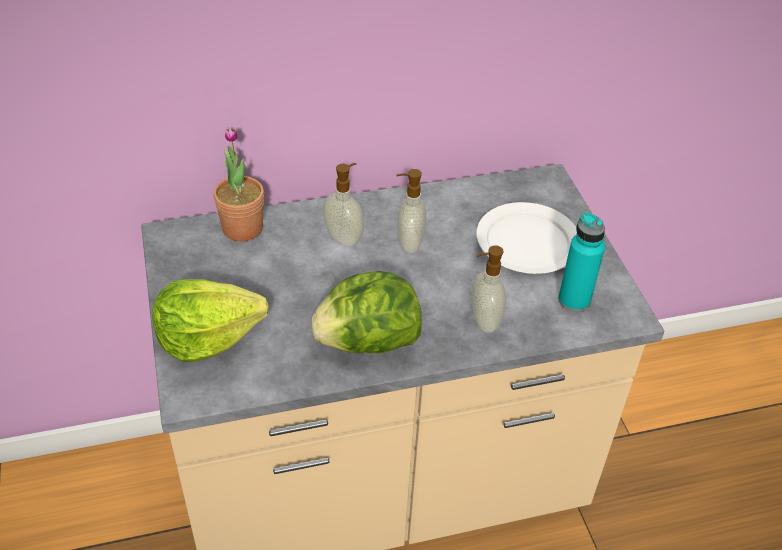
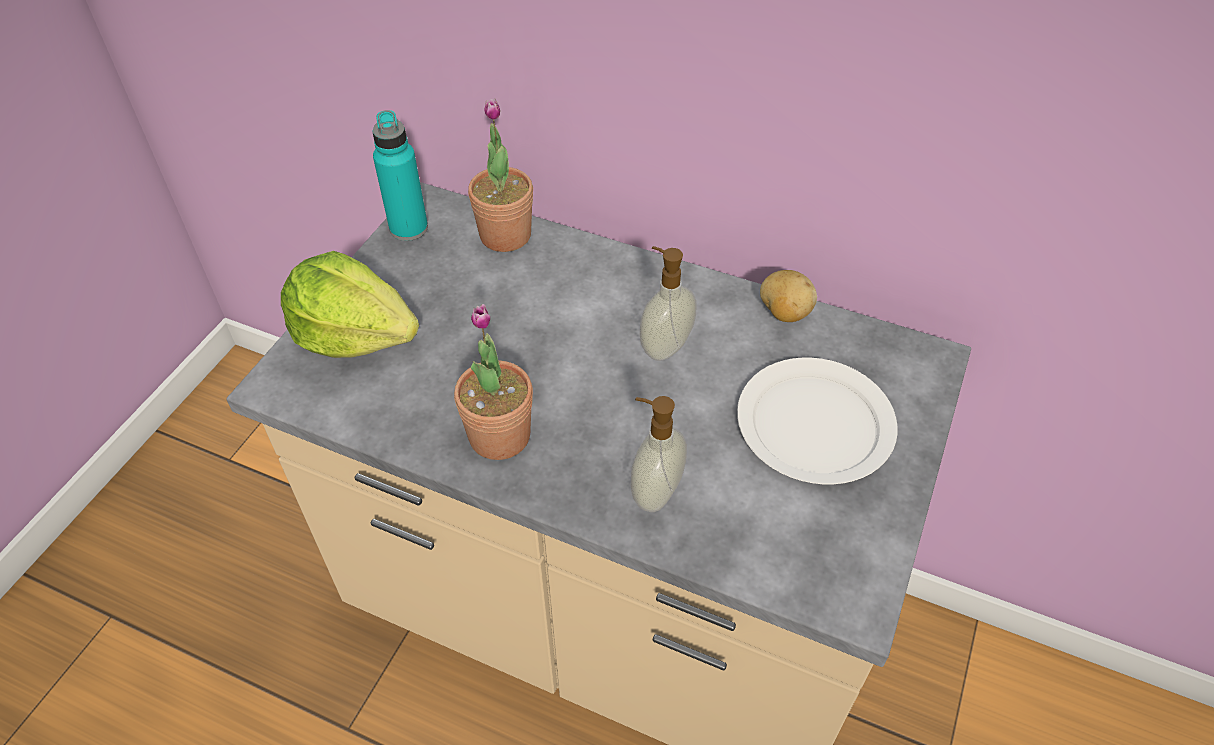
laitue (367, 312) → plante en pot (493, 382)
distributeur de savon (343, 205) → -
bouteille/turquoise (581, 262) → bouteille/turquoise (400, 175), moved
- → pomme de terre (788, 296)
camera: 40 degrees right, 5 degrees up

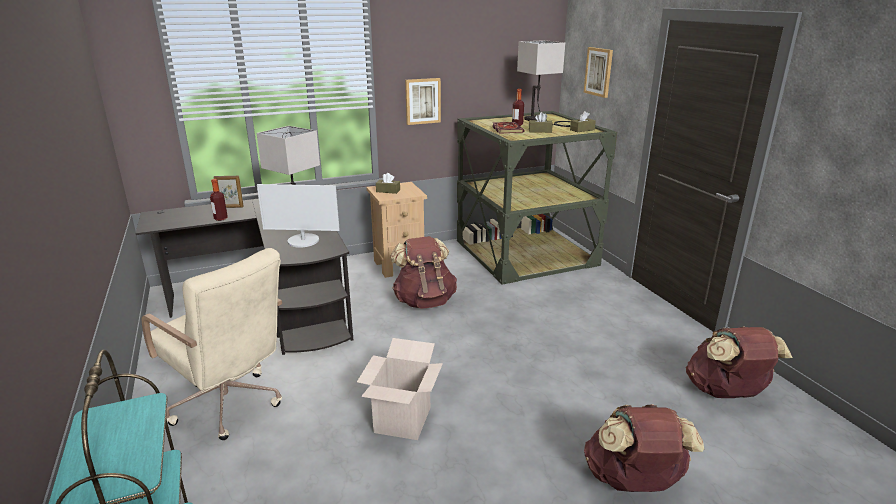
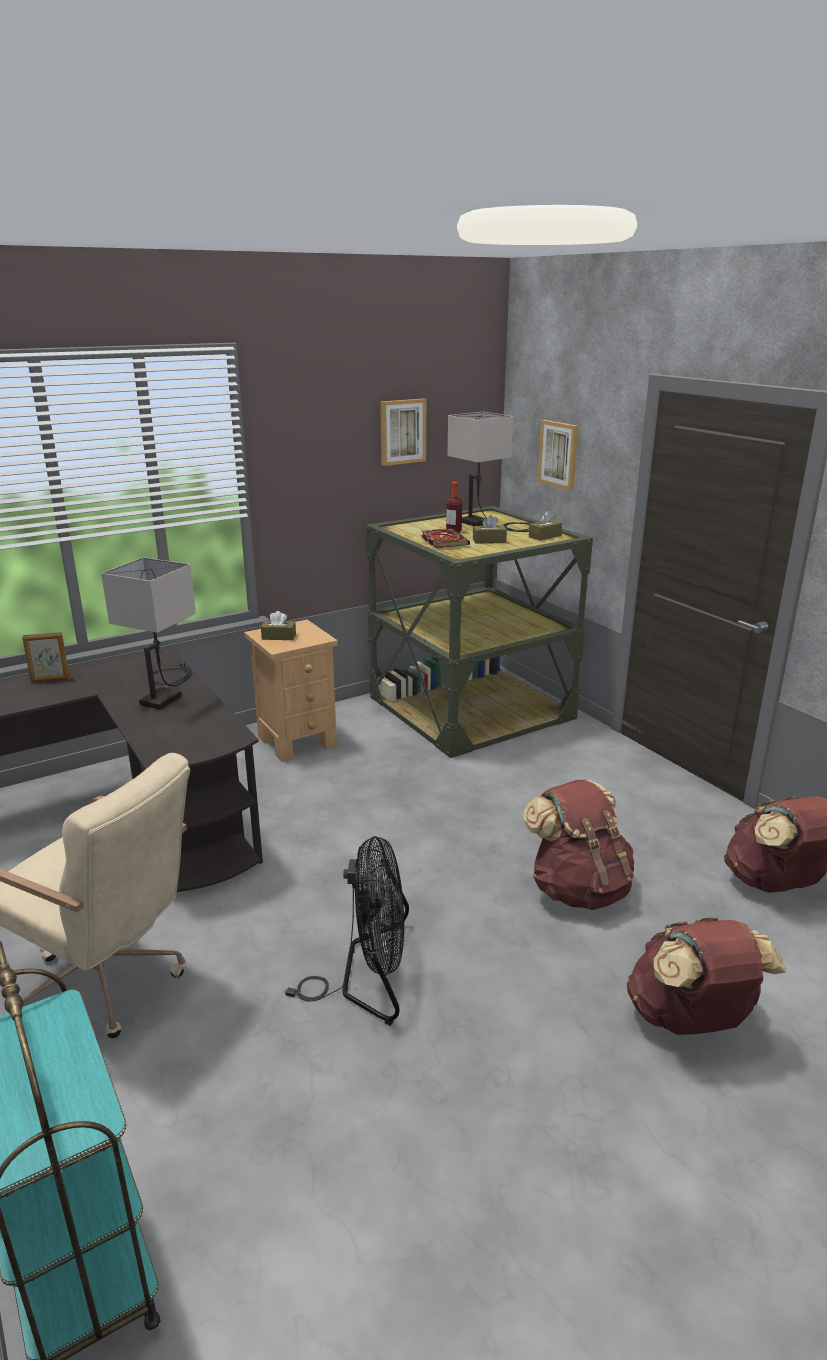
bouteille (219, 200) → -
écran d'ordinateur (298, 216) → -
carton (400, 389) → ventilateur/noir (346, 931)
sac à dos/marron (424, 272) → sac à dos/marron (578, 845), moved
tableau (423, 101) → tableau (403, 432), moved
camera: 10 degrees left, 0 degrees up

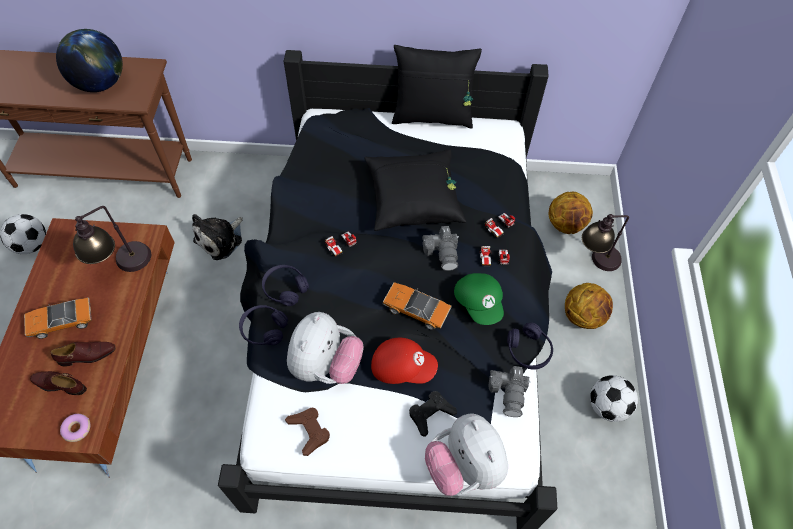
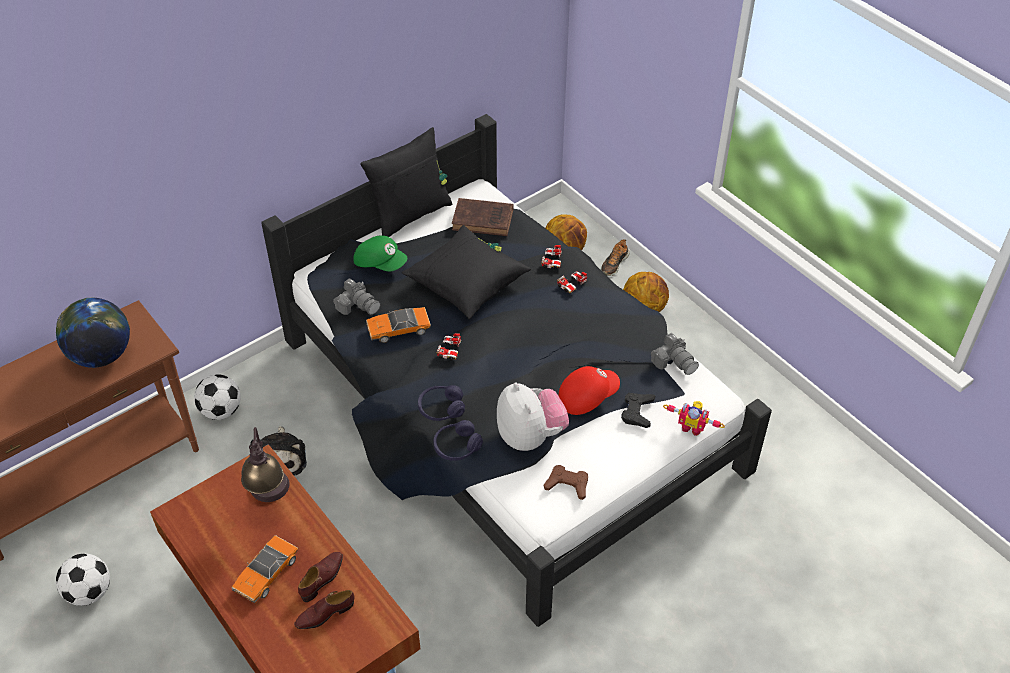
beignet (75, 428) → -
petite voiture (417, 306) → petite voiture (398, 325), moved
appareil photo (440, 248) → appareil photo (356, 296), moved
peluche (466, 455) → robot jouet (694, 418)
casquette/vert (479, 299) → casquette/vert (380, 253), moved
casque audio/violet (530, 346) → -
lampe de table (605, 242) → chaussure (615, 257)
ballon de foot (614, 398) → ballon de foot (217, 397), moved
- → livre/marron (483, 217)
camera: 40 degrees left, 10 degrees down

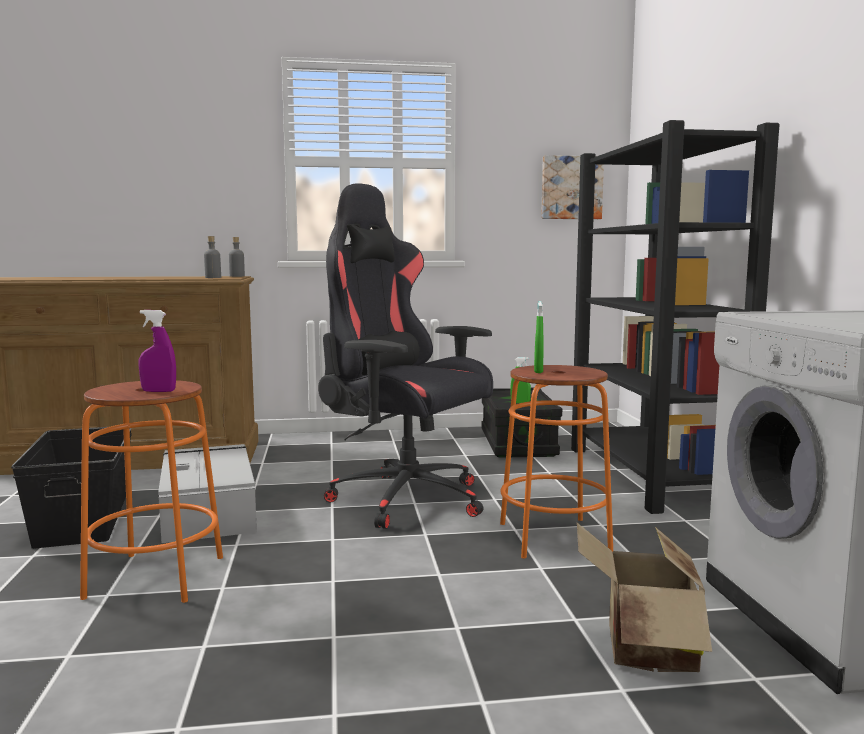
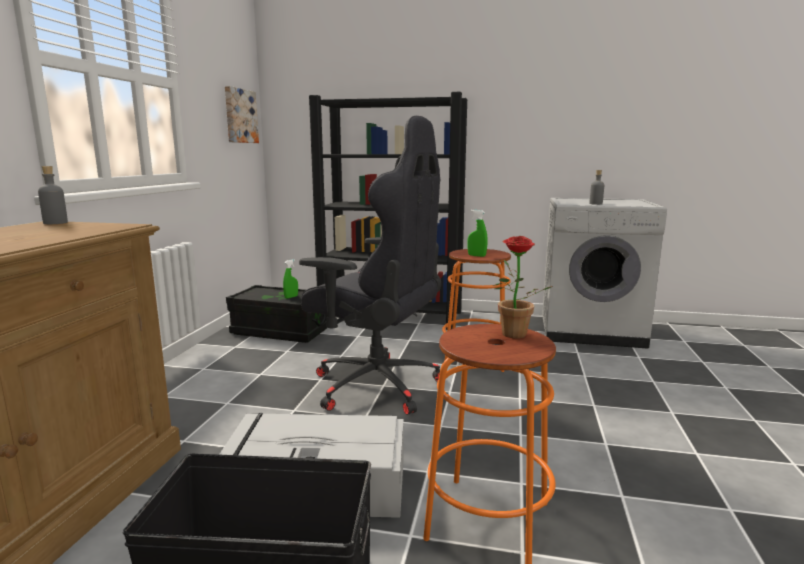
vaporisateur/violet (157, 351) → plante en pot (523, 287)
bouteille/gris (212, 257) → bouteille/gris (596, 187), moved
chaise de bureau/noir (405, 356) → chaise de bureau/noir (370, 265), 120 degrees counterclockwise
carton (644, 597) → -
camera: 70 degrees left, 5 degrees up

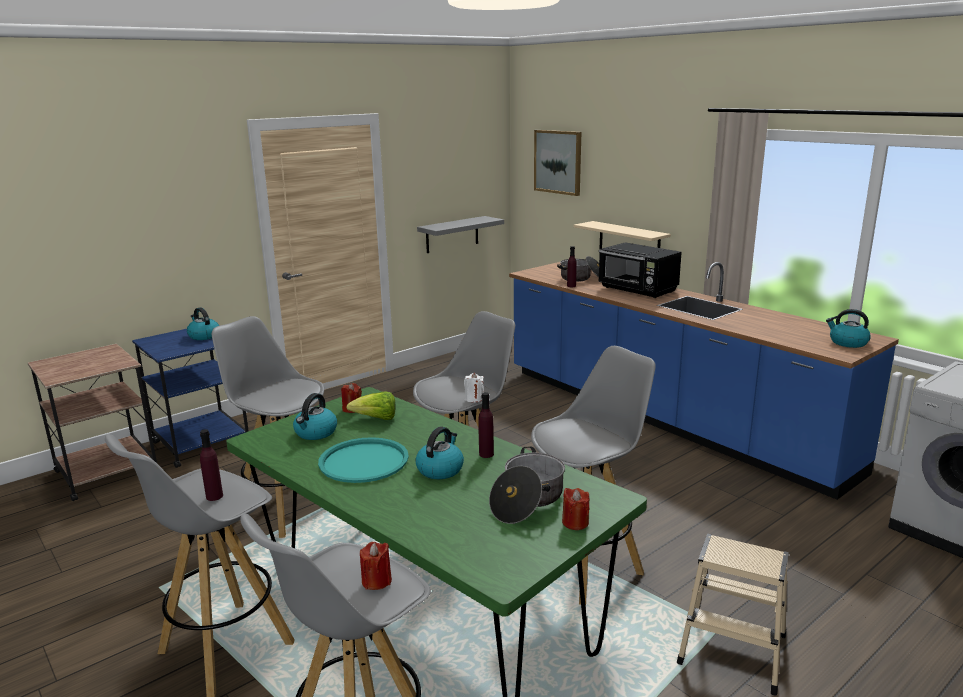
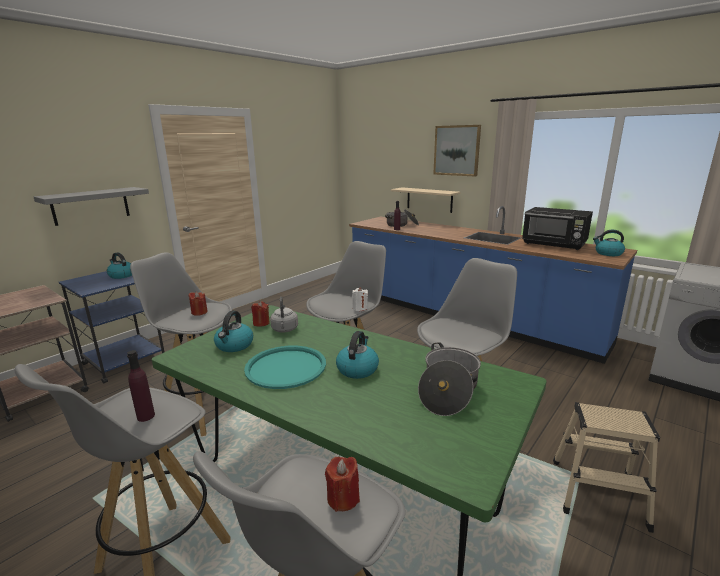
laitue (371, 405) → bouilloire/gris (284, 314)
étagère/gris (460, 234) → étagère/gris (91, 206), moved
bouteille/violet (486, 425) → -
tableau (557, 163) → tableau (457, 151), moved
bougie/rouge (576, 509) → bougie/rouge (198, 304), moved
micro-ondes/noir (640, 270) → micro-ondes/noir (557, 228), moved
camera: 10 degrees left, 0 degrees up

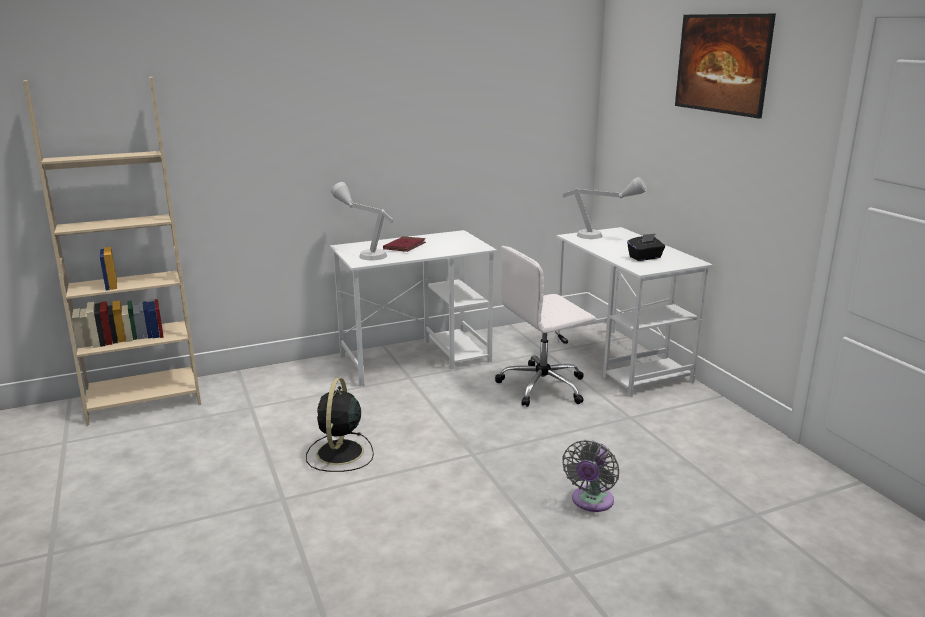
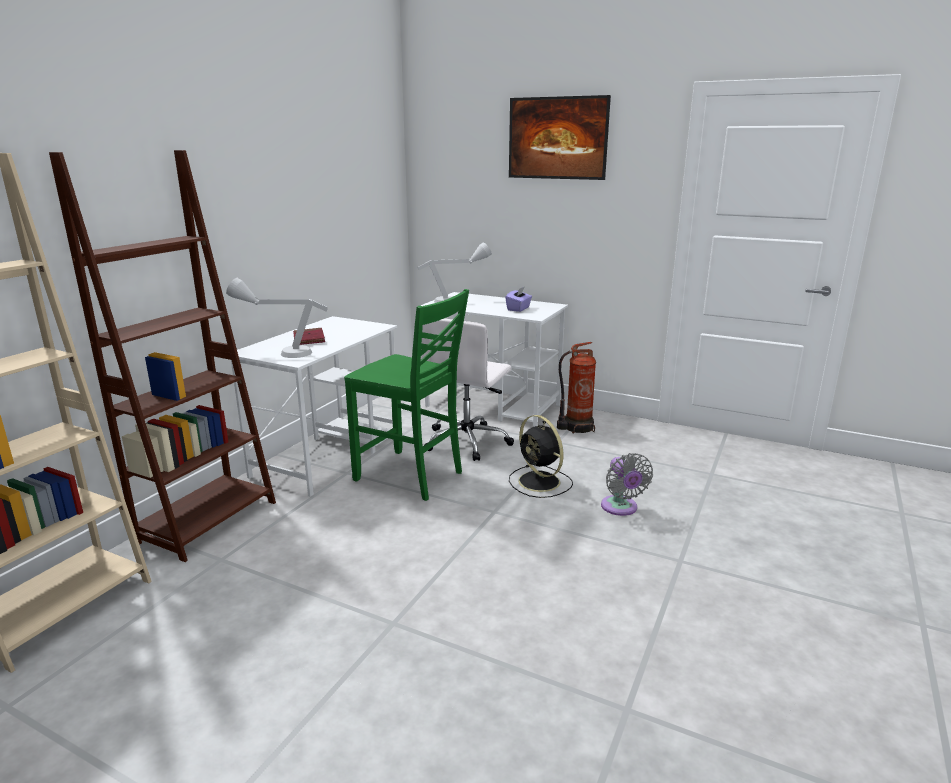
ventilateur/noir (340, 425) → ventilateur/noir (541, 456), moved
boîte à mouchoirs/noir (646, 247) → boîte à mouchoirs/violet (518, 299)
- → bibliothèque/marron (162, 356)
- → chaise/vert (406, 395)
- → extincteur (576, 388)
camera: 40 degrees left, 0 degrees up

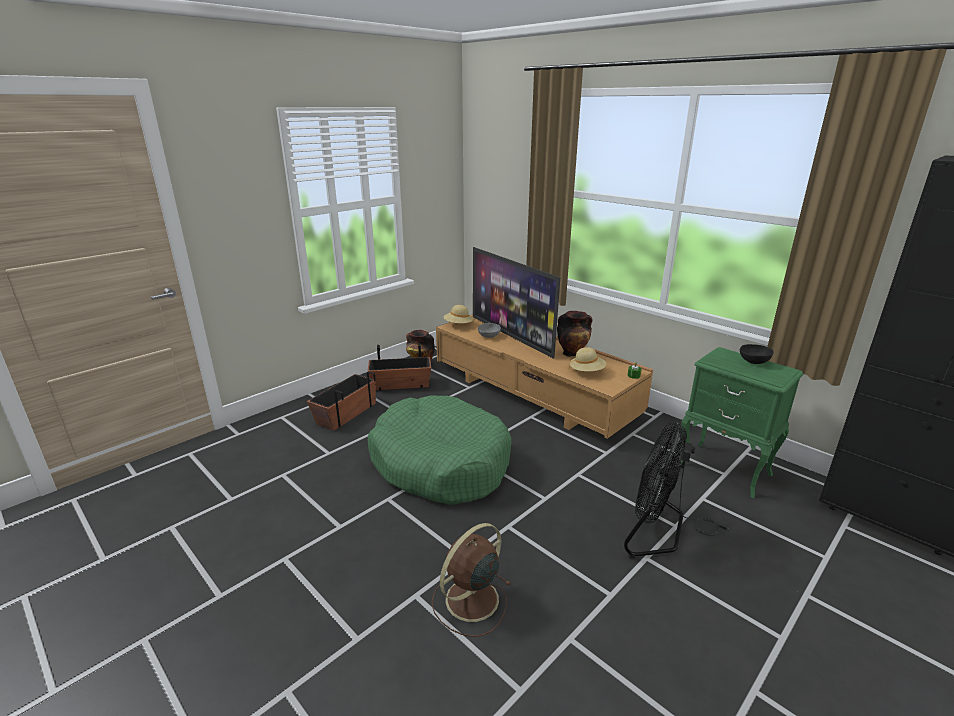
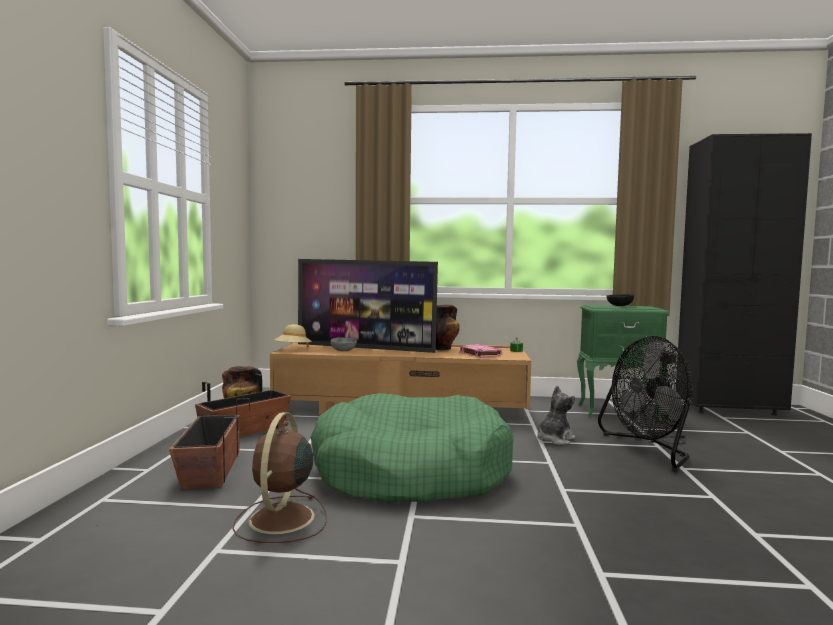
ventilateur/marron (471, 580) → ventilateur/marron (279, 477), moved
chapeau/beige (587, 359) → livre/rose (480, 351)
- → peluche (556, 415)
camera: 40 degrees left, 20 degrees down

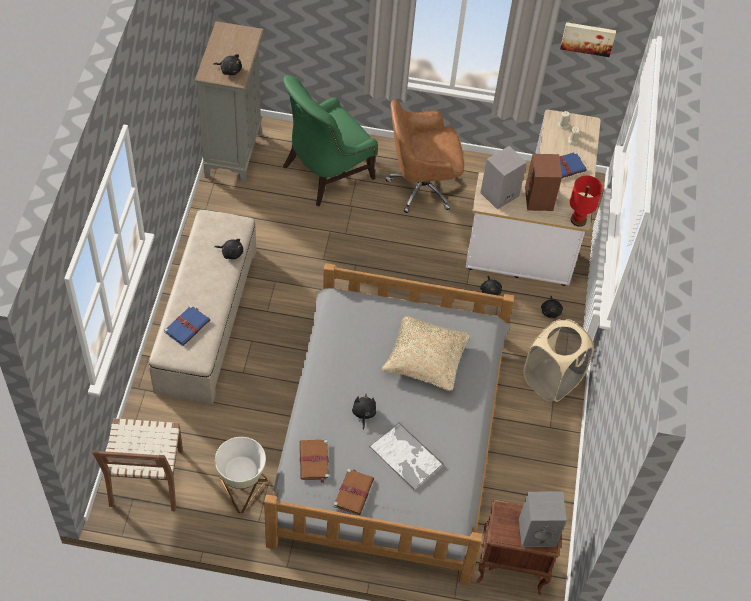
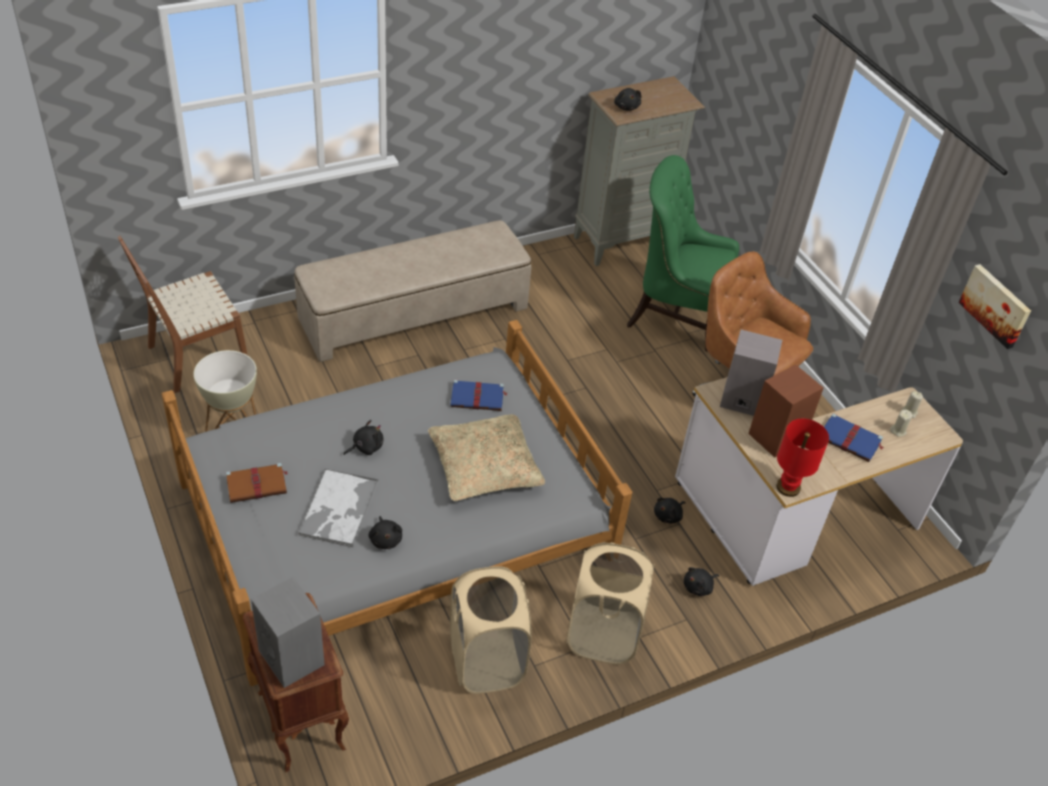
livre/bleu (187, 325) → livre/bleu (478, 395), moved
peluche/noir (229, 249) → peluche/noir (385, 532), moved
livre/marron (314, 461) → -
- → panier à linge/beige (491, 630)
camera: 55 degrees right, 10 degrees down

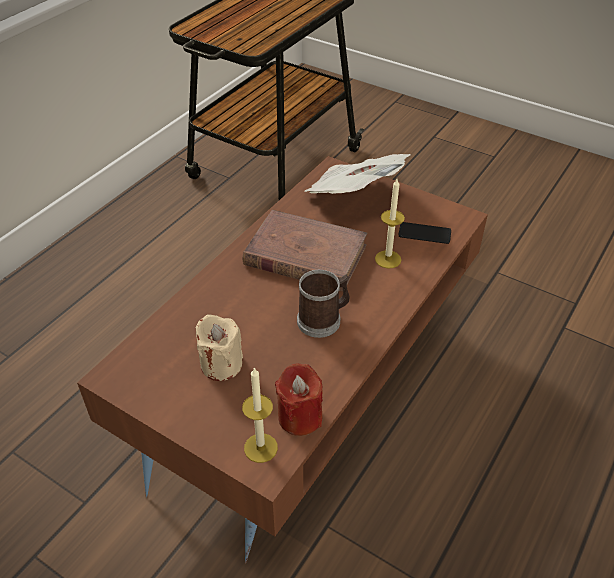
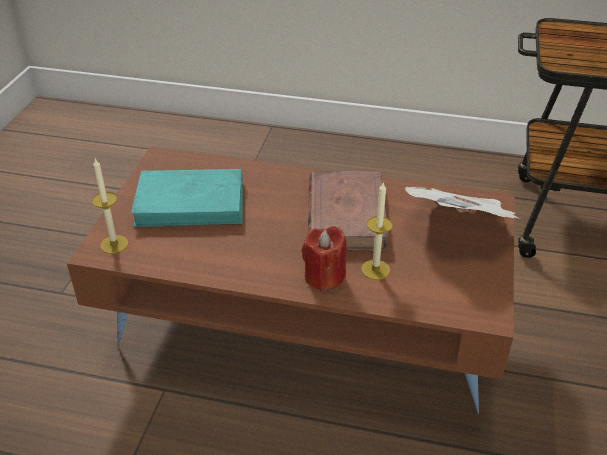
bougie/beige (219, 347) → livre/turquoise (187, 198)
bougie/rouge (299, 399) → bougie/rouge (324, 258), moved
mug (323, 304) → -
téléphone (425, 233) → -
camera: 70 degrees right, 5 degrees down

